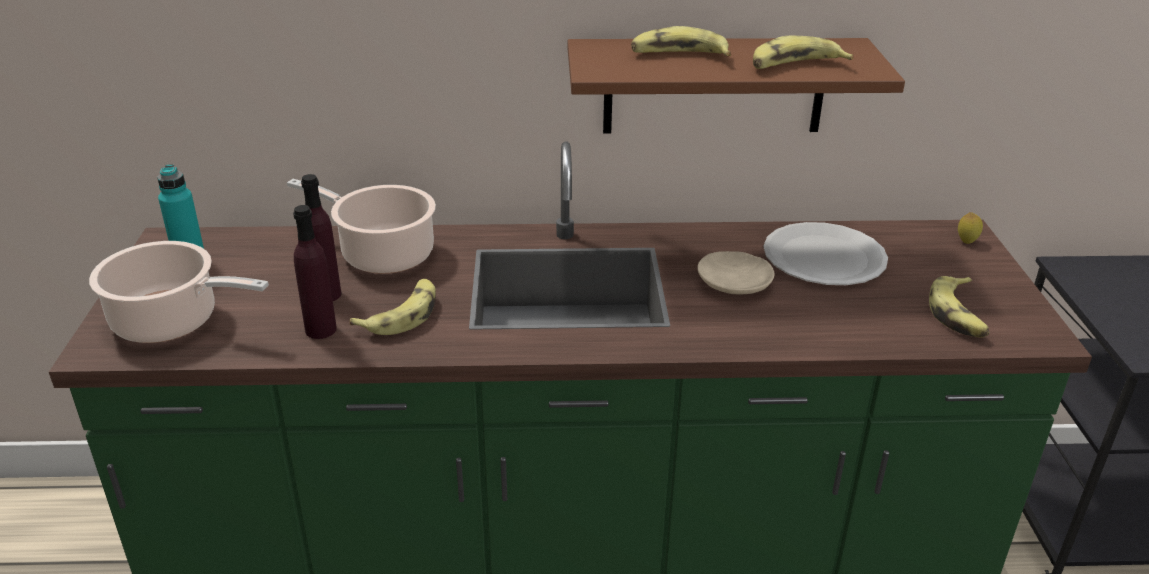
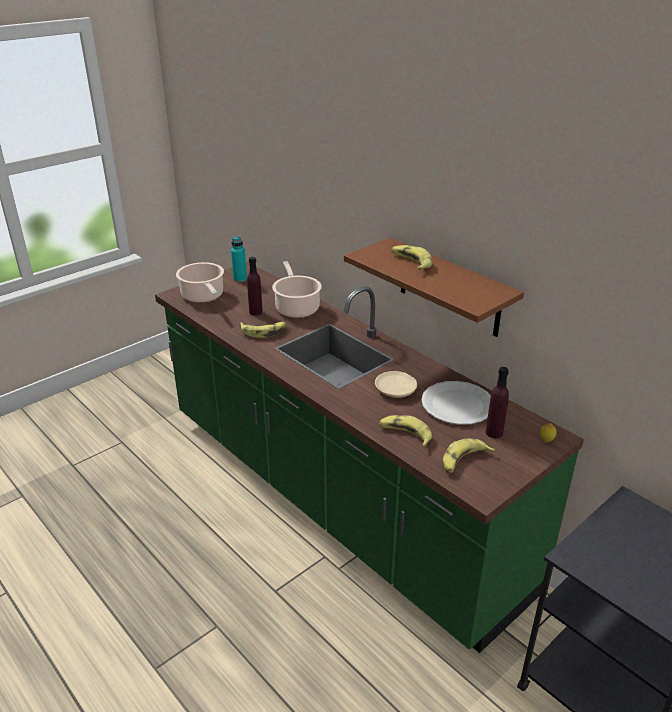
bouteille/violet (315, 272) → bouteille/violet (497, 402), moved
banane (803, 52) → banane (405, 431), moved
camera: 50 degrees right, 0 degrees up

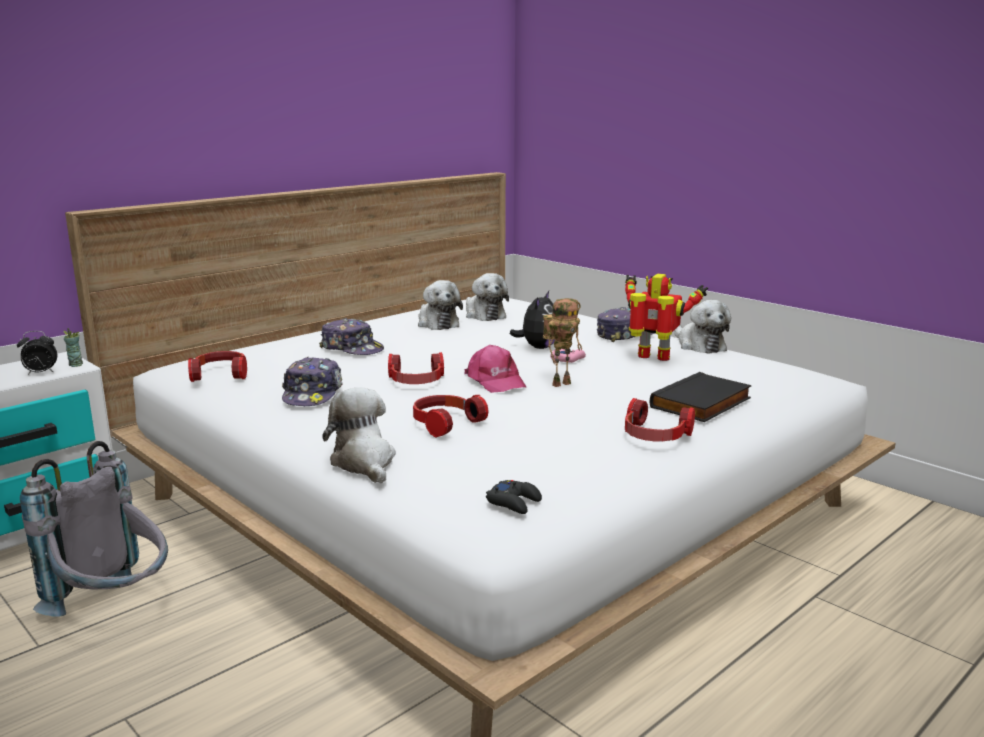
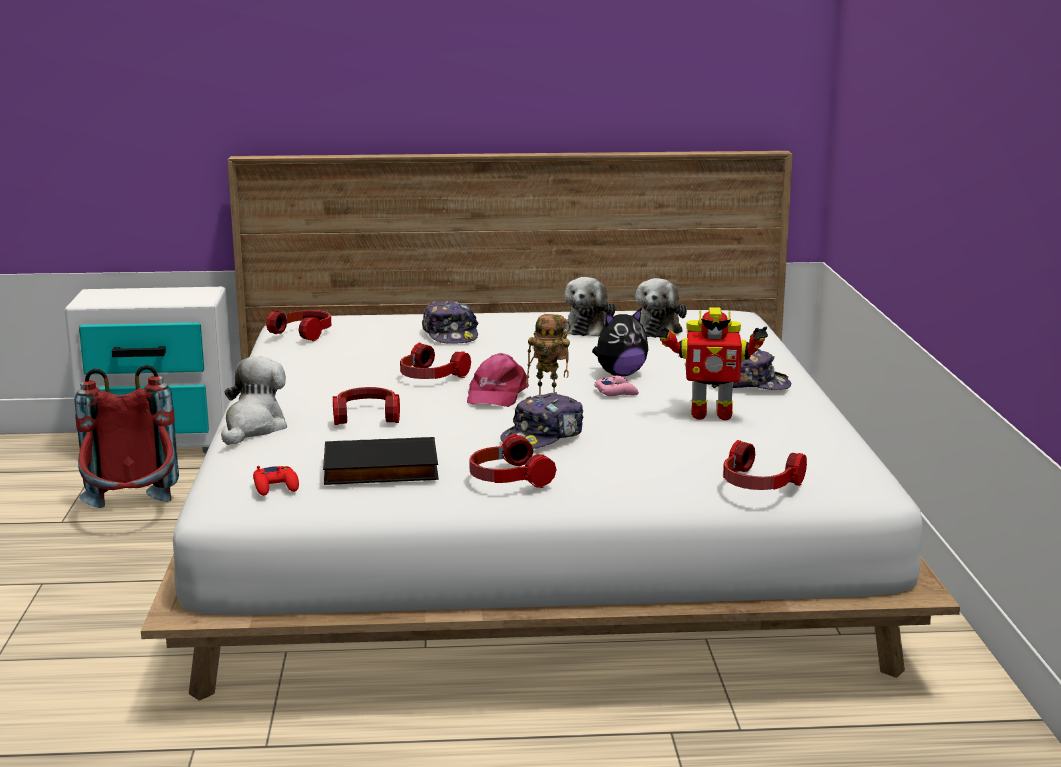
réveil (37, 353) → -
sac à dos/gris (94, 528) → sac à dos/rouge (127, 436)
tasse (73, 347) → -
casquette (312, 381) → casquette (542, 420), moved
manette/noir (514, 497) → manette/rouge (276, 481)
robot jouet (666, 317) → robot jouet (711, 363), 120 degrees clockwise
livre/noir (700, 397) → livre/noir (381, 461), moved
peluche (702, 327) → -
- → casque audio (765, 465)
camera: 40 degrees right, 0 degrees up

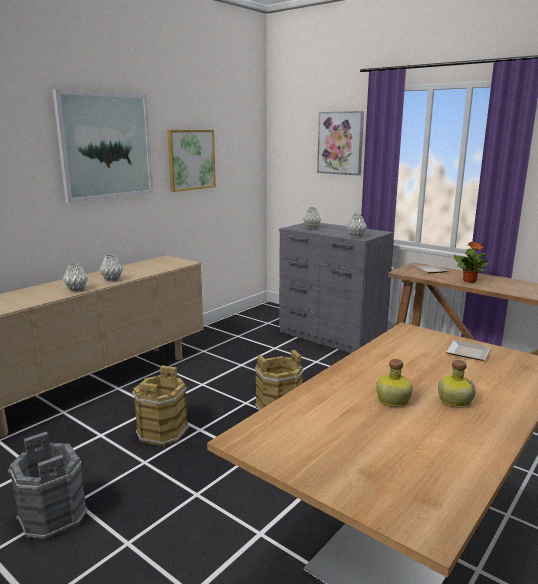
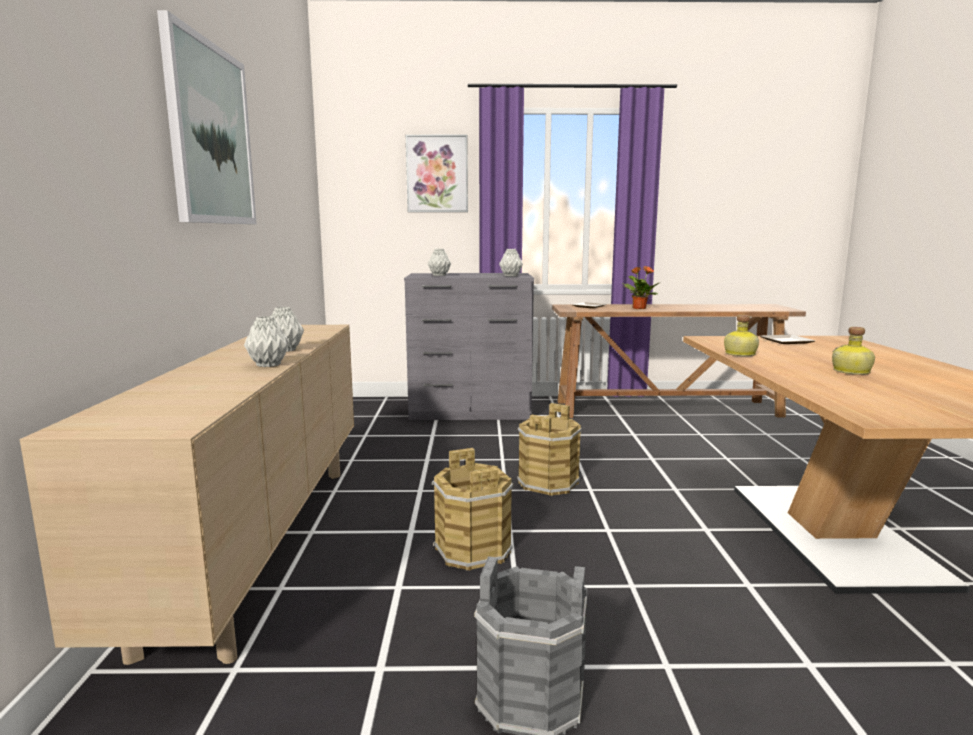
tableau (191, 161) → -
bouteille (457, 384) → bouteille (741, 335), moved
camera: 40 degrees left, 5 degrees down

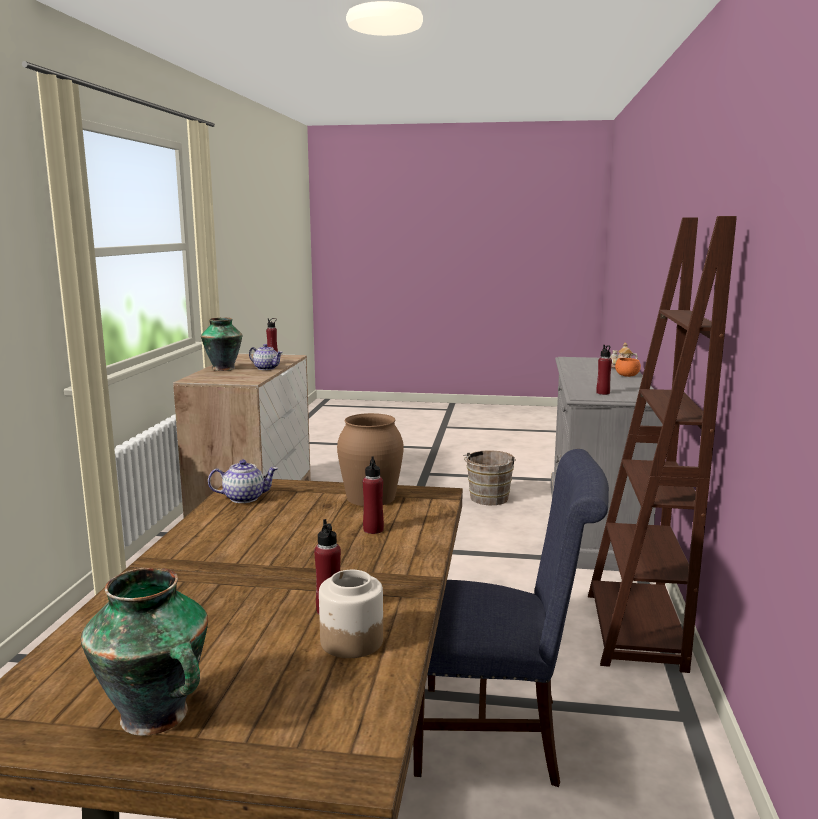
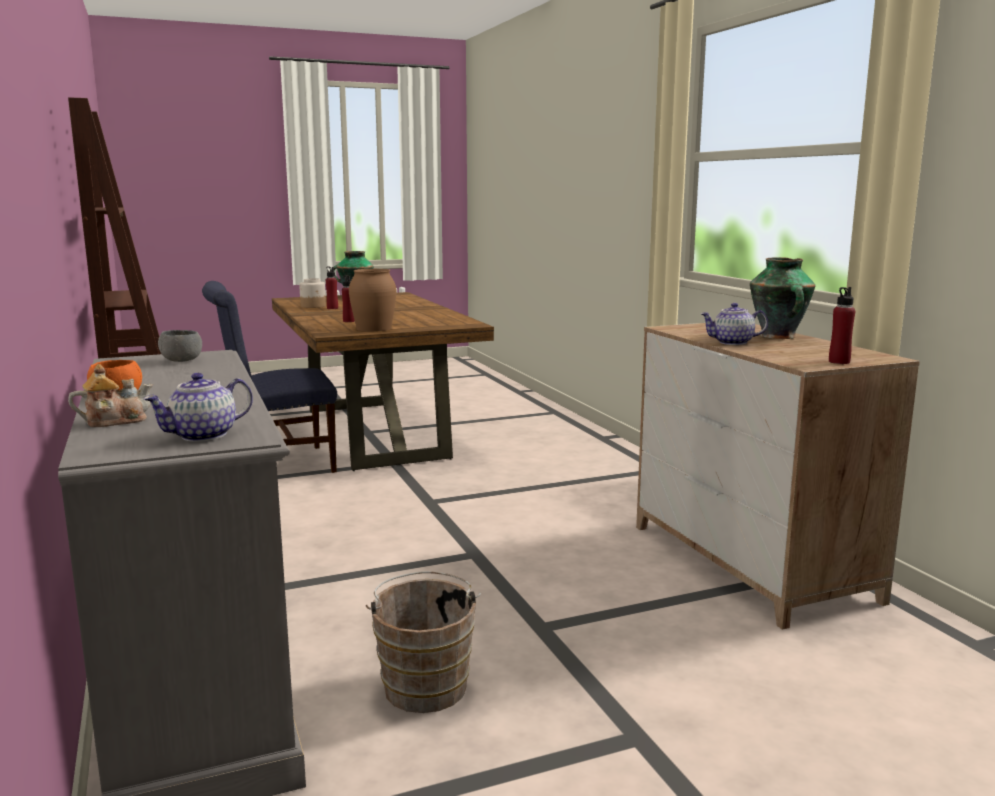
théière (243, 481) → théière (198, 407), moved
bouteille/rouge (604, 370) → bol/gris (180, 346)
camera: 150 degrees right, 0 degrees up

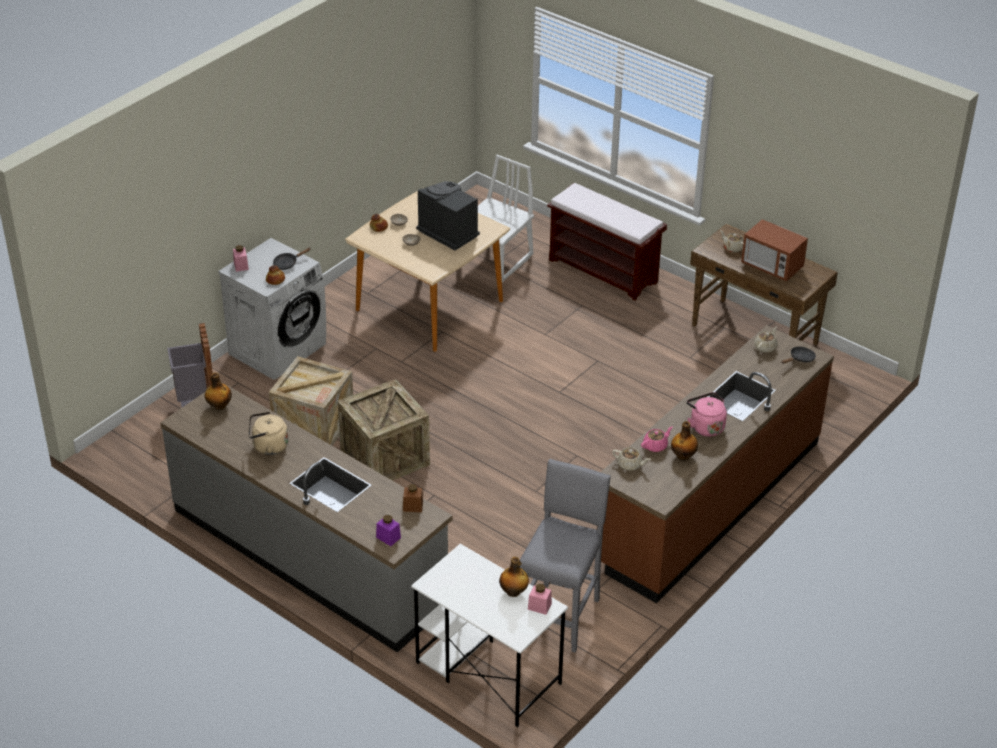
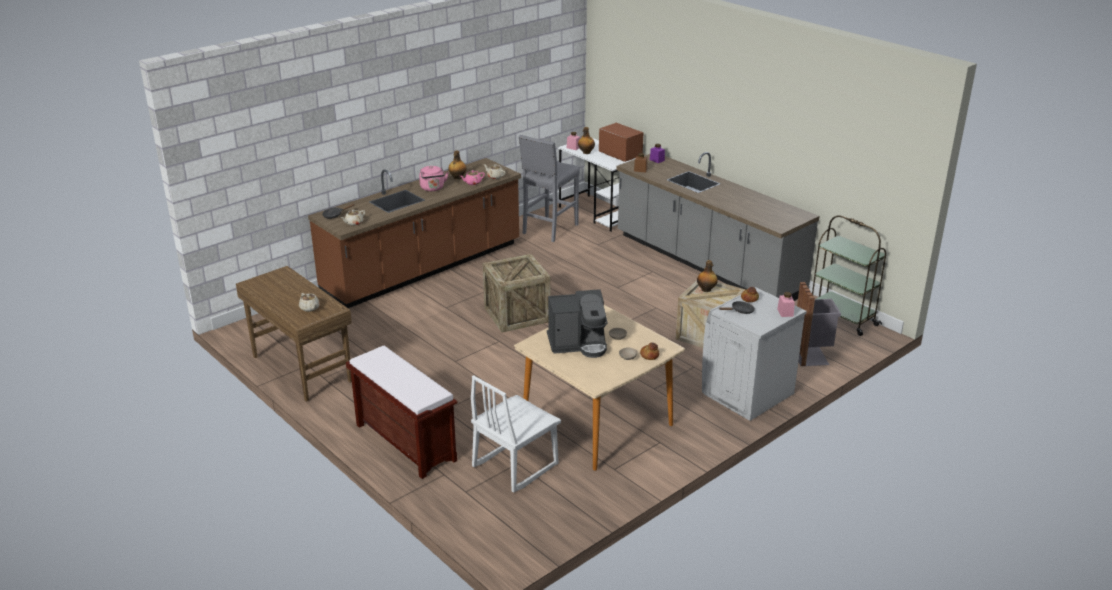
bouteille (218, 391) → bouteille (707, 276), moved
bouilloire/beige (268, 433) → -
caisse (384, 430) → caisse (517, 293), moved
machine à café (448, 216) → machine à café (577, 323), 60 degrees counterclockwise
micro-ondes (774, 250) → micro-ondes (621, 142), moved
- → chariot/vert (849, 275)
camera: 170 degrees left, 10 degrees down

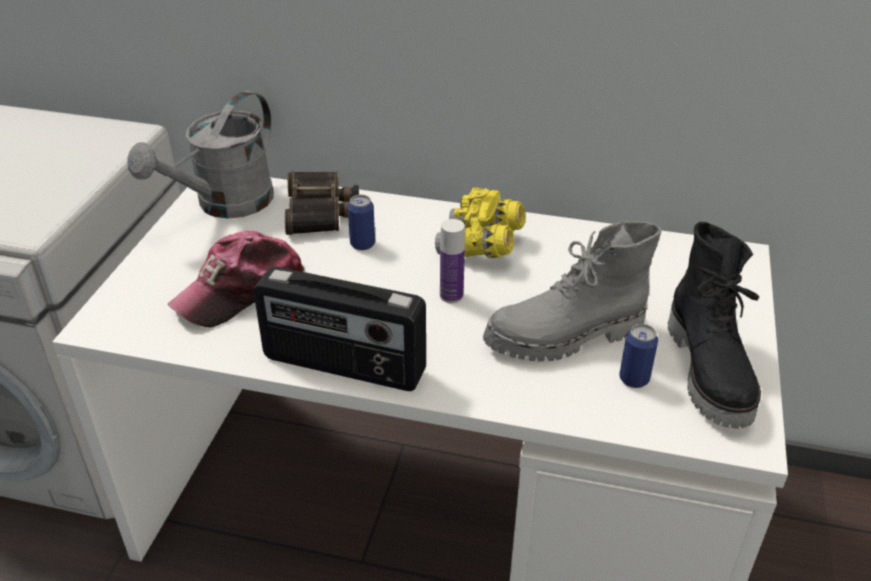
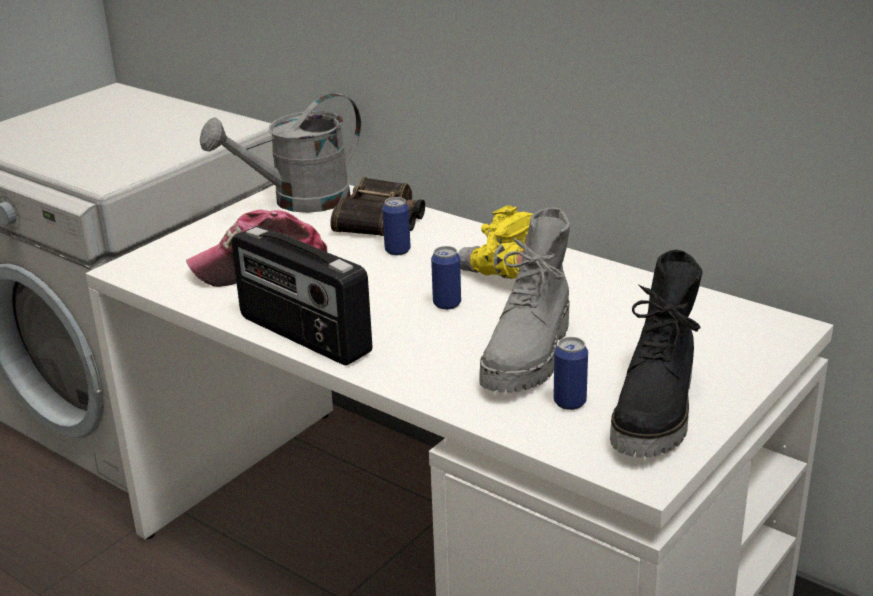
bouteille (452, 261) → boîte métallique (446, 278)
botte/gris (572, 291) → botte/gris (524, 300), 75 degrees counterclockwise
camera: 25 degrees right, 10 degrees down

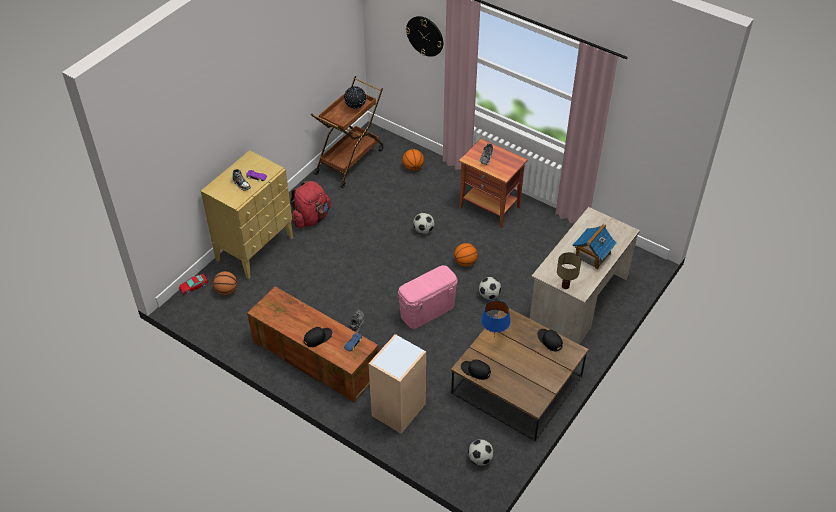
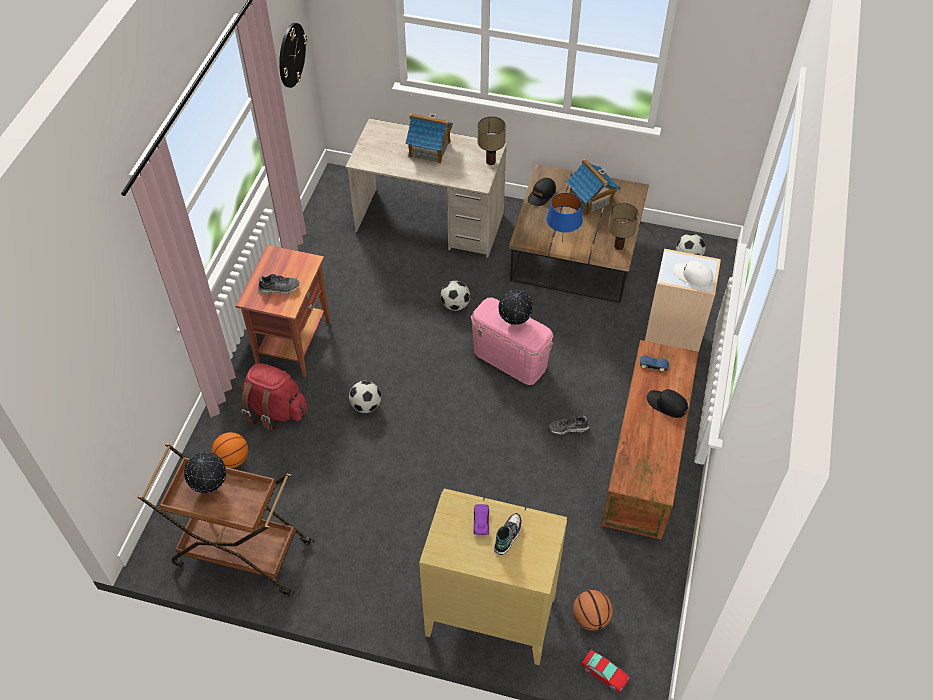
sac à dos/rouge (310, 204) → sac à dos/rouge (274, 397), moved
horloge murale (424, 36) → horloge murale (293, 55), moved
ballon de basket (466, 255) → -
casquette/noir (476, 369) → lampe de table (623, 226)
- → globe (515, 307)
- → maison miniature (593, 187)
- → casquette/blanc (693, 274)
camera: 110 degrees left, 5 degrees up

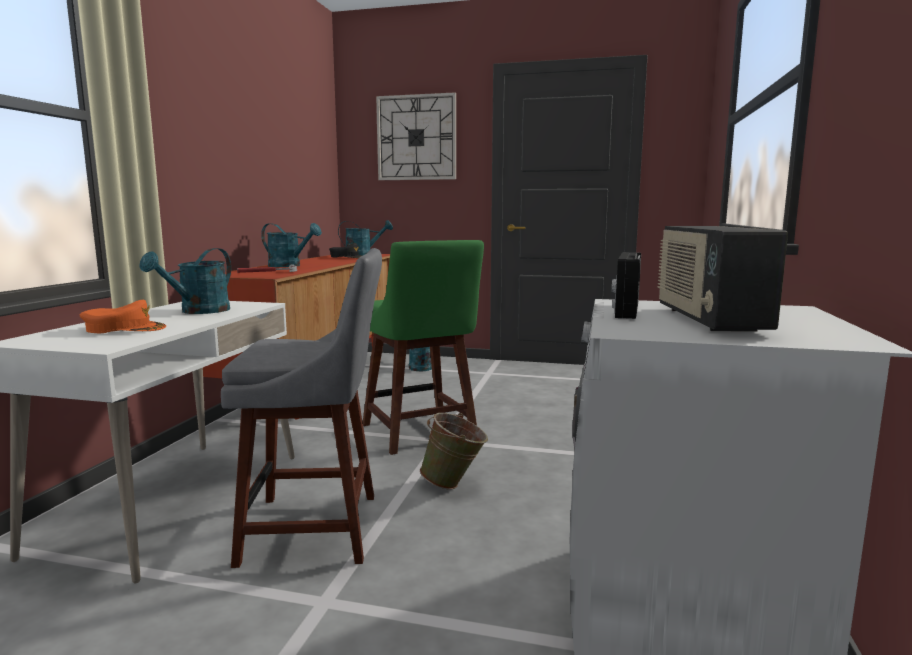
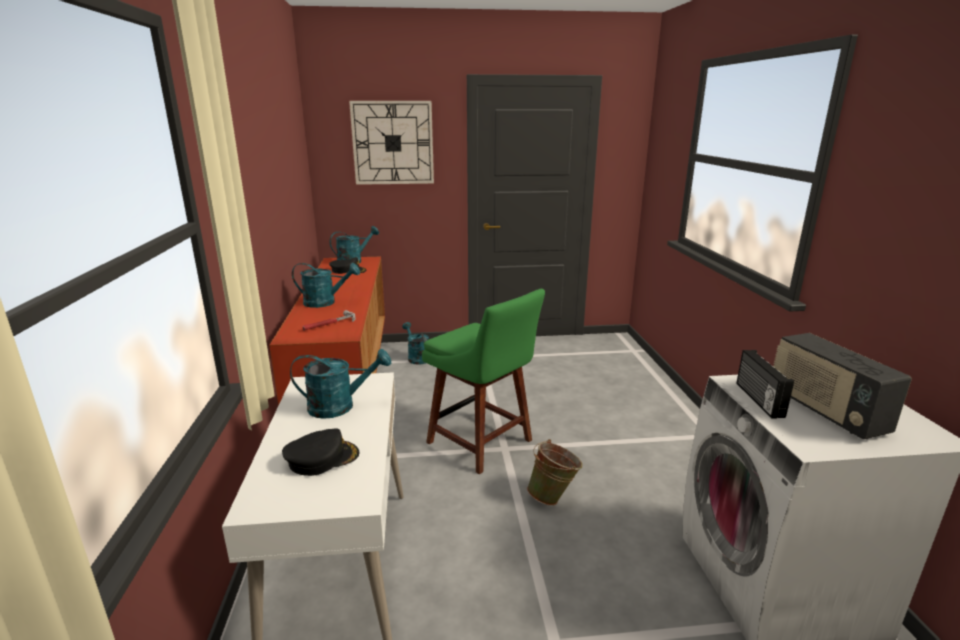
casquette/orange (123, 317) → casquette/noir (320, 452)
arrosoir/turquoise (185, 281) → arrosoir/turquoise (340, 384), 105 degrees counterclockwise
chaise/gris (301, 408) → -
camera: 20 degrees left, 10 degrees up

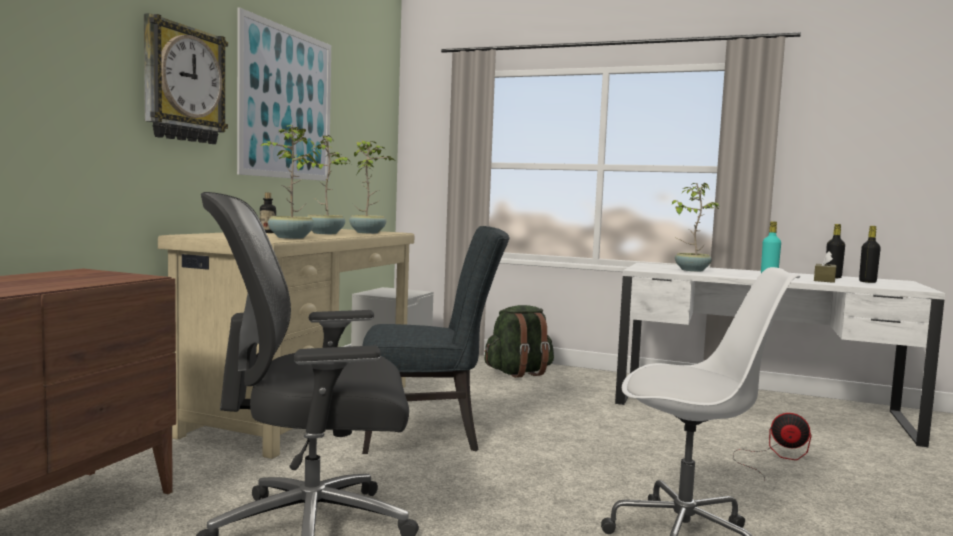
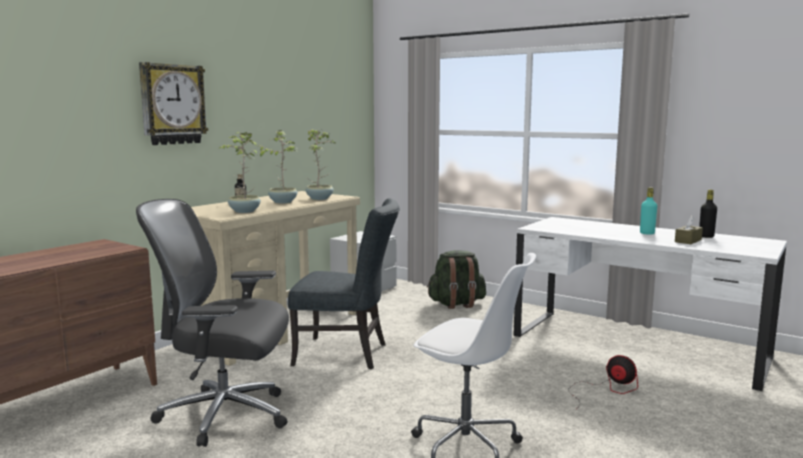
tableau (284, 94) → -
plante en pot (696, 227) → -
bouteille/noir (870, 254) → -
camera: 15 degrees right, 5 degrees up

